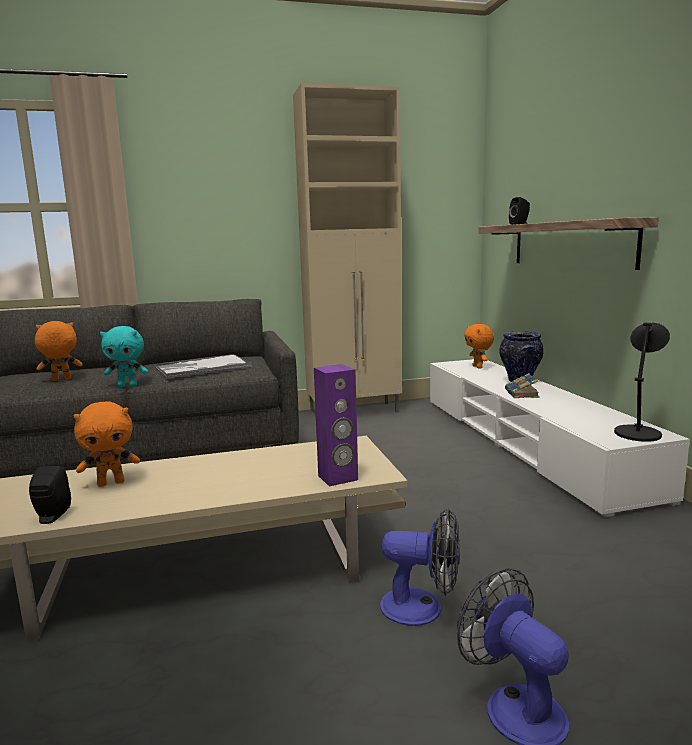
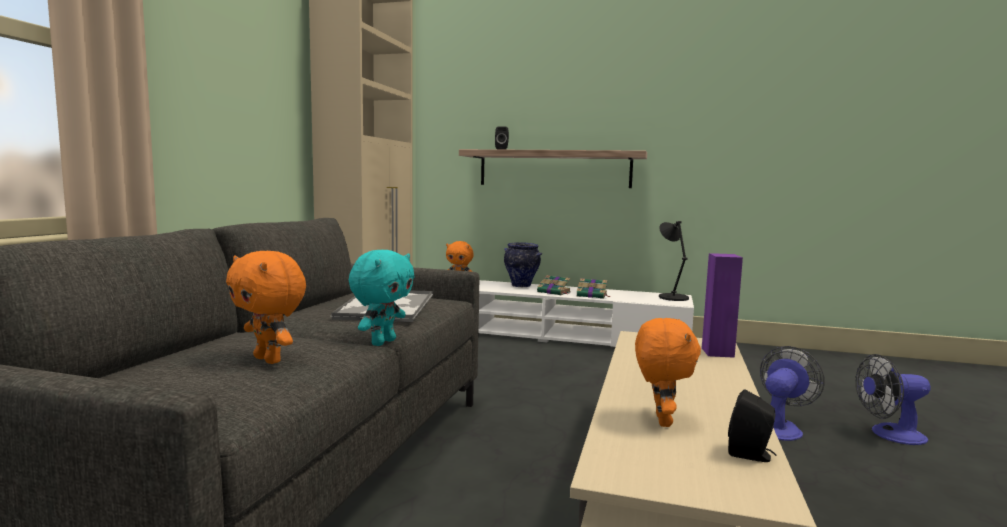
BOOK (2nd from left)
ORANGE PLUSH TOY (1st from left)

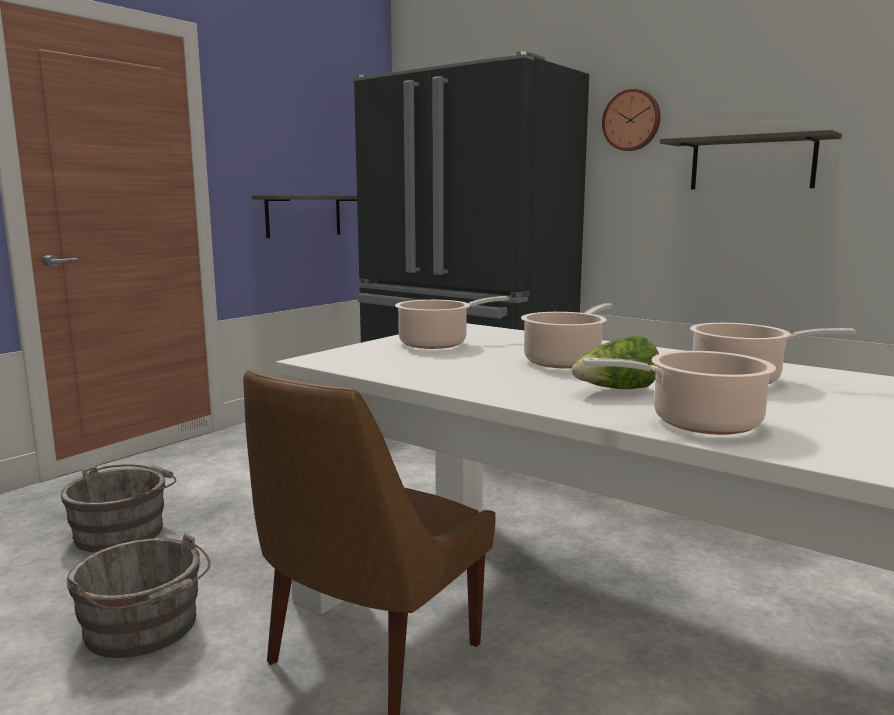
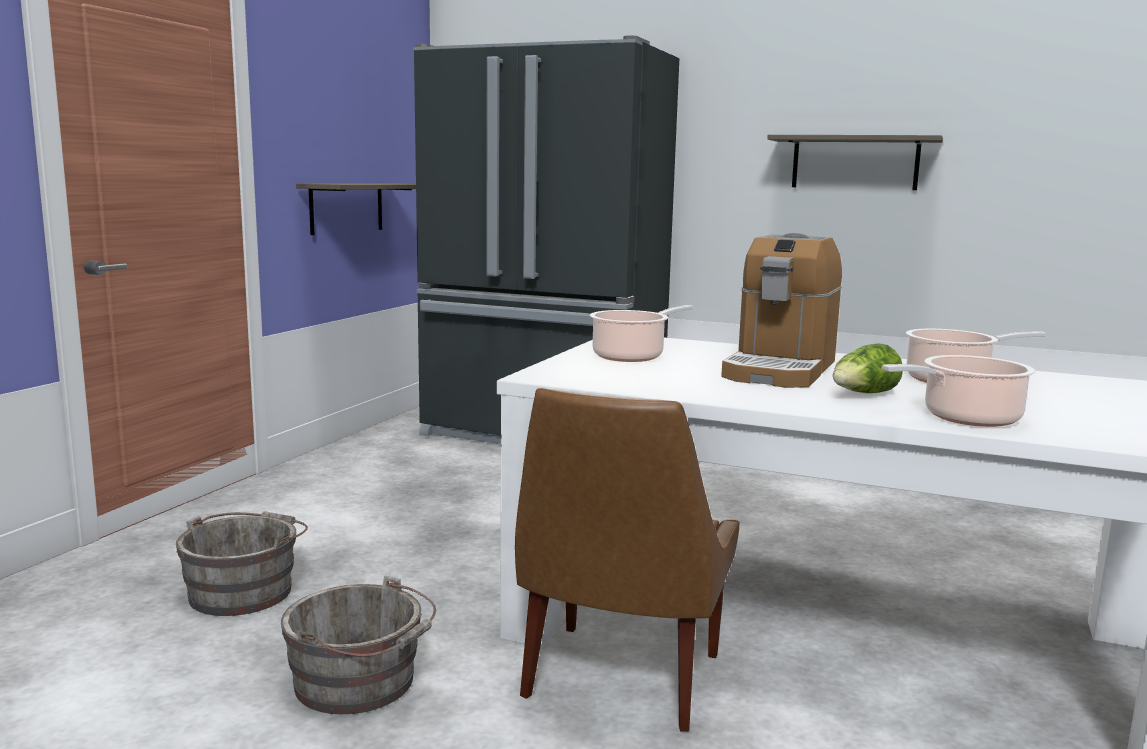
WALL CLOCK
COFFEE MACHINE

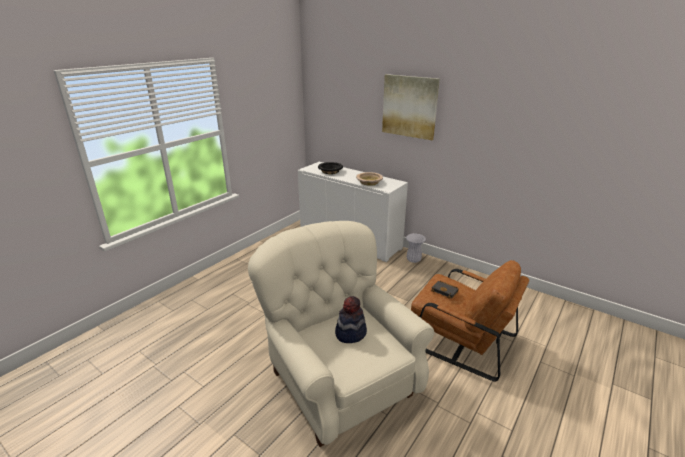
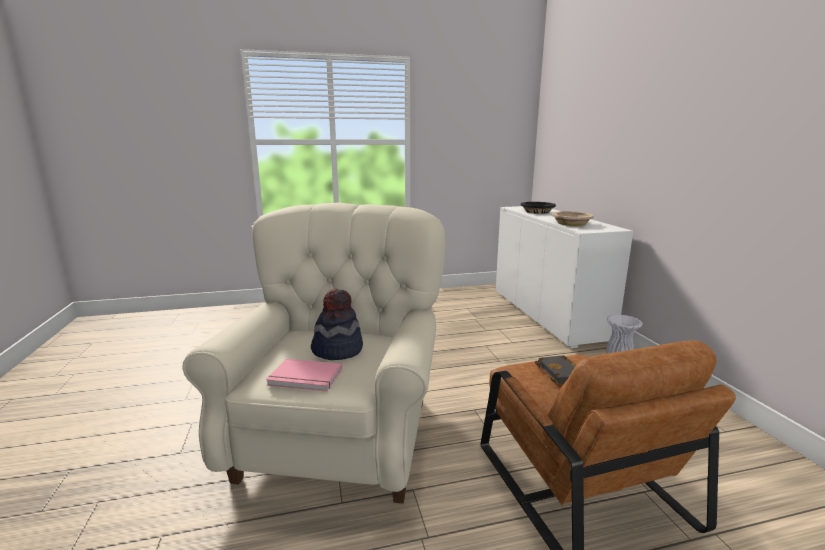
PICTURE
PINK BOOK

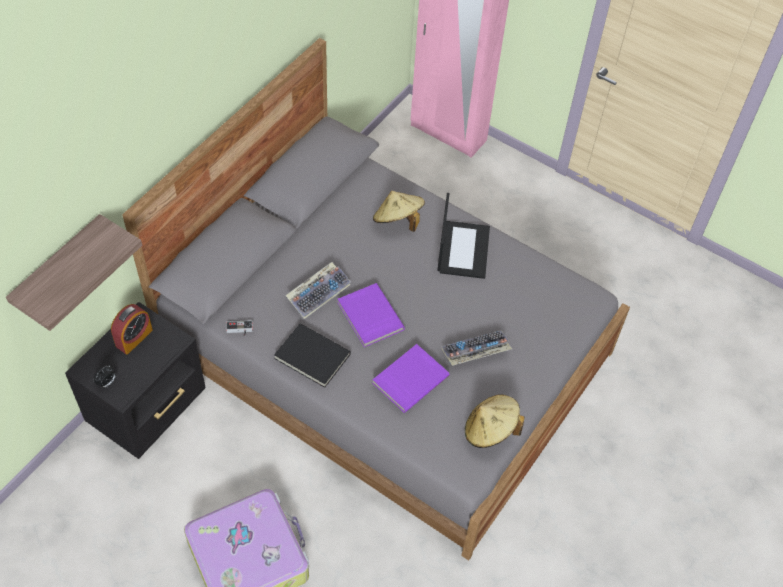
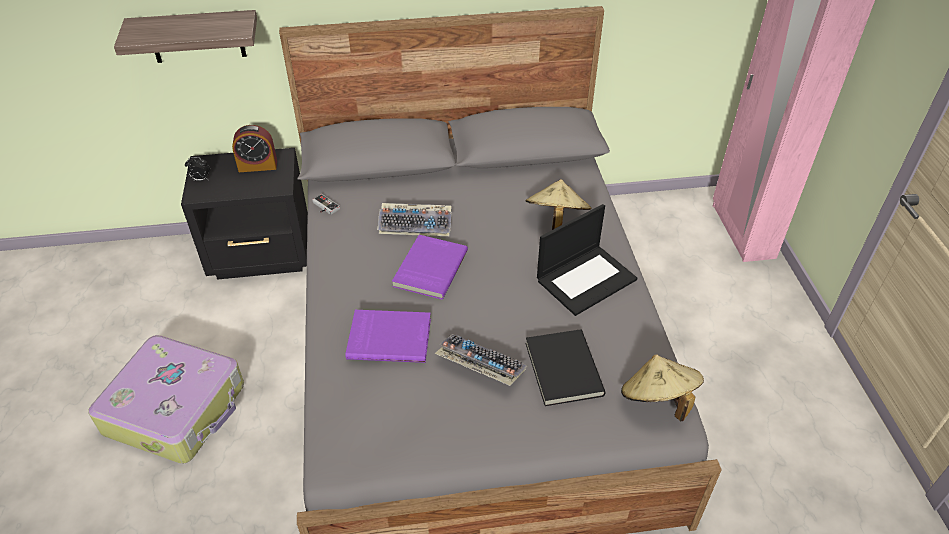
BLACK BOOK
BEIGE HAT (2nd from left)

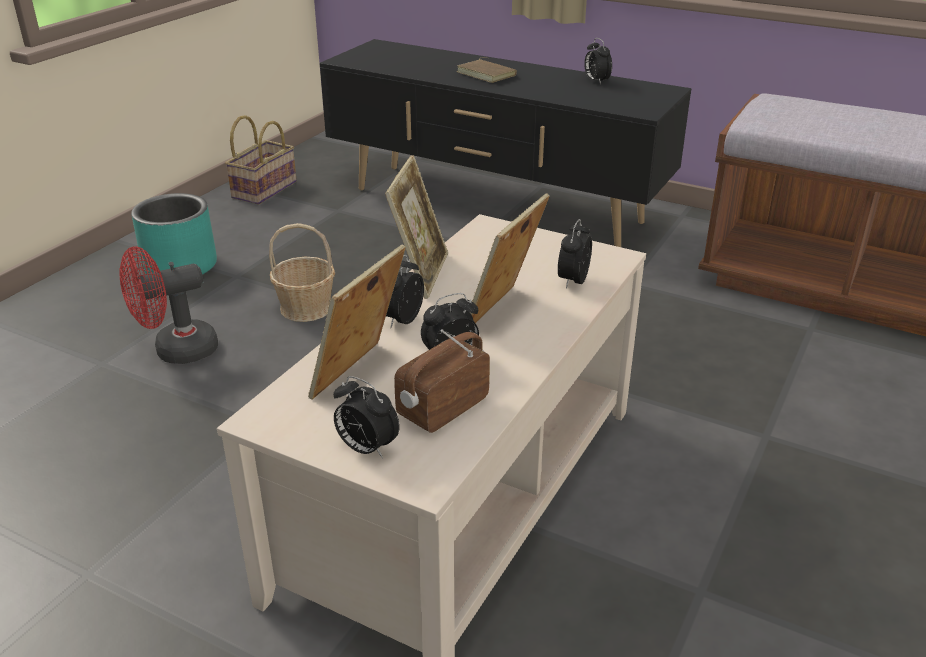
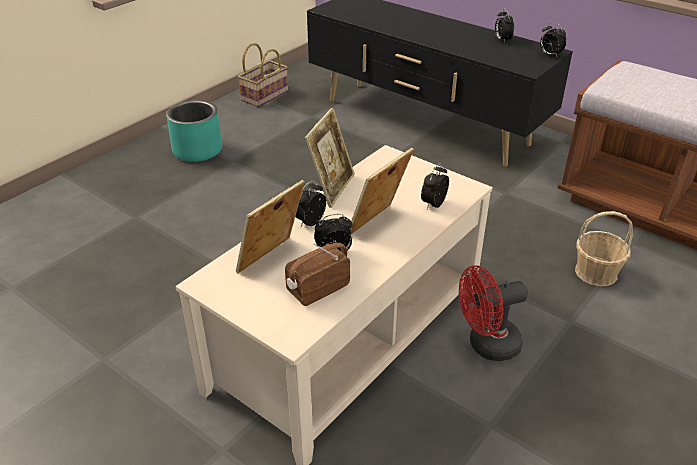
BROWN BOOK
RED FAN
BASKET (2nd from left)
ALARM CLOCK (5th from left)

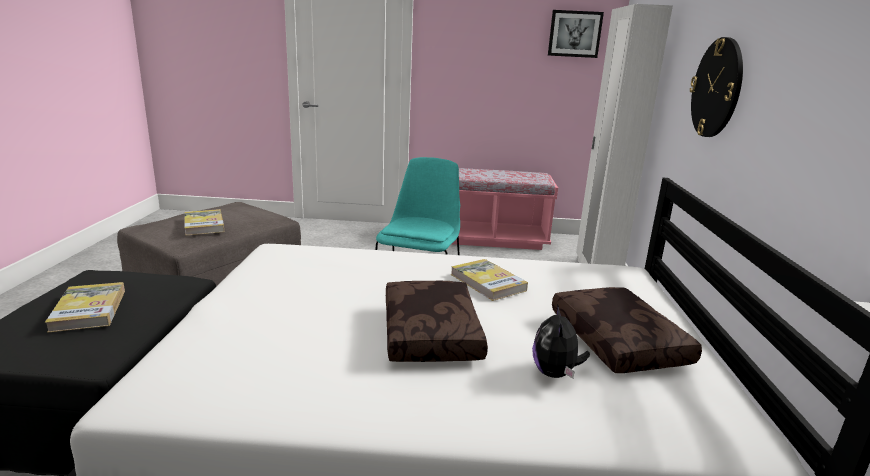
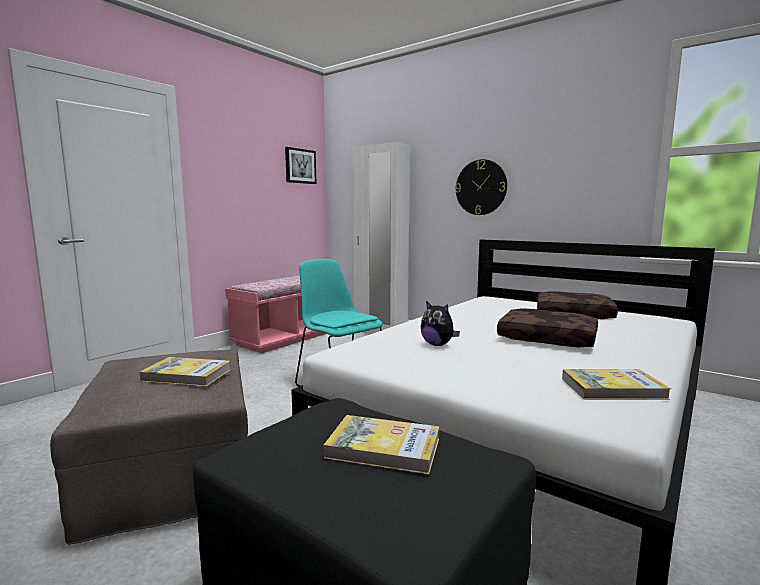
BOOK (3rd from left)
PLUSH TOY

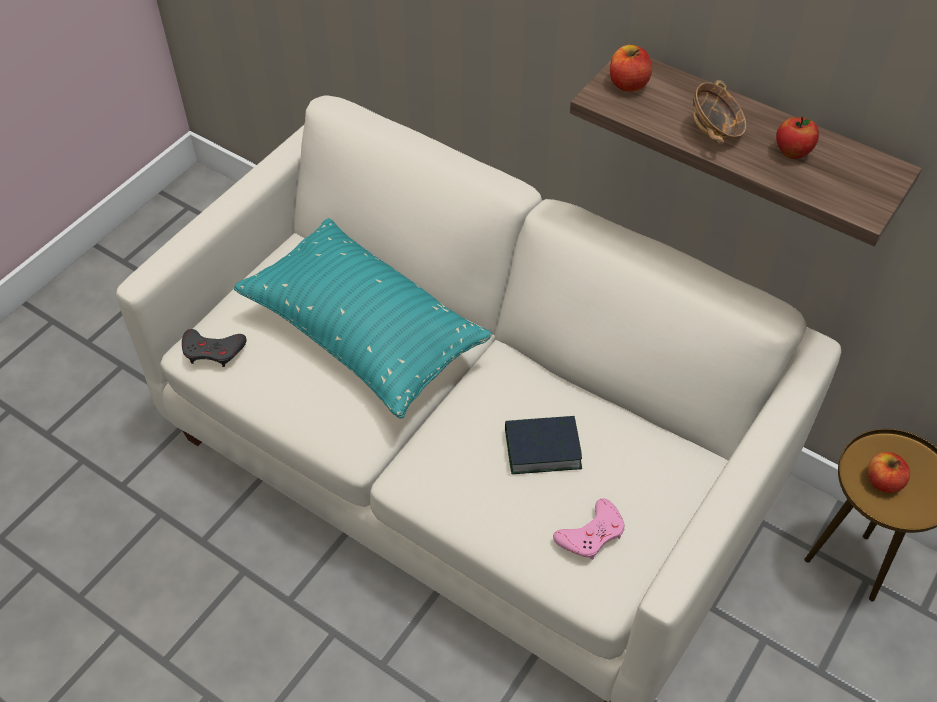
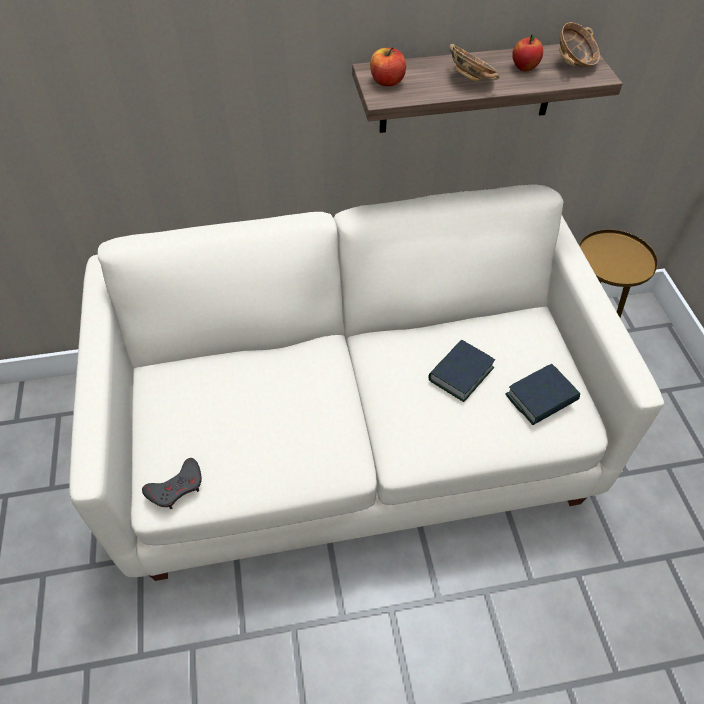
TURQUOISE PILLOW
APPLE (3rd from left in the first image)
BOWL (2nd from left)
BOOK (2nd from left)

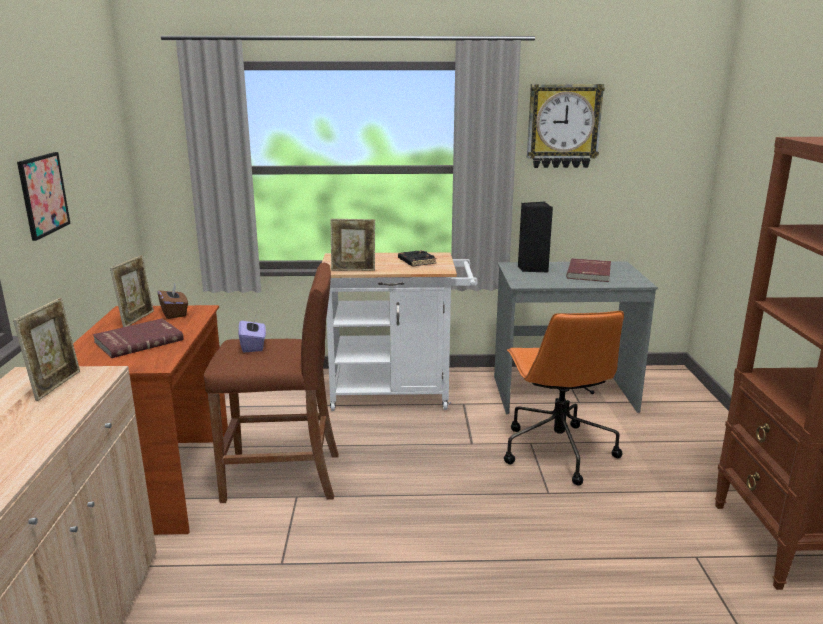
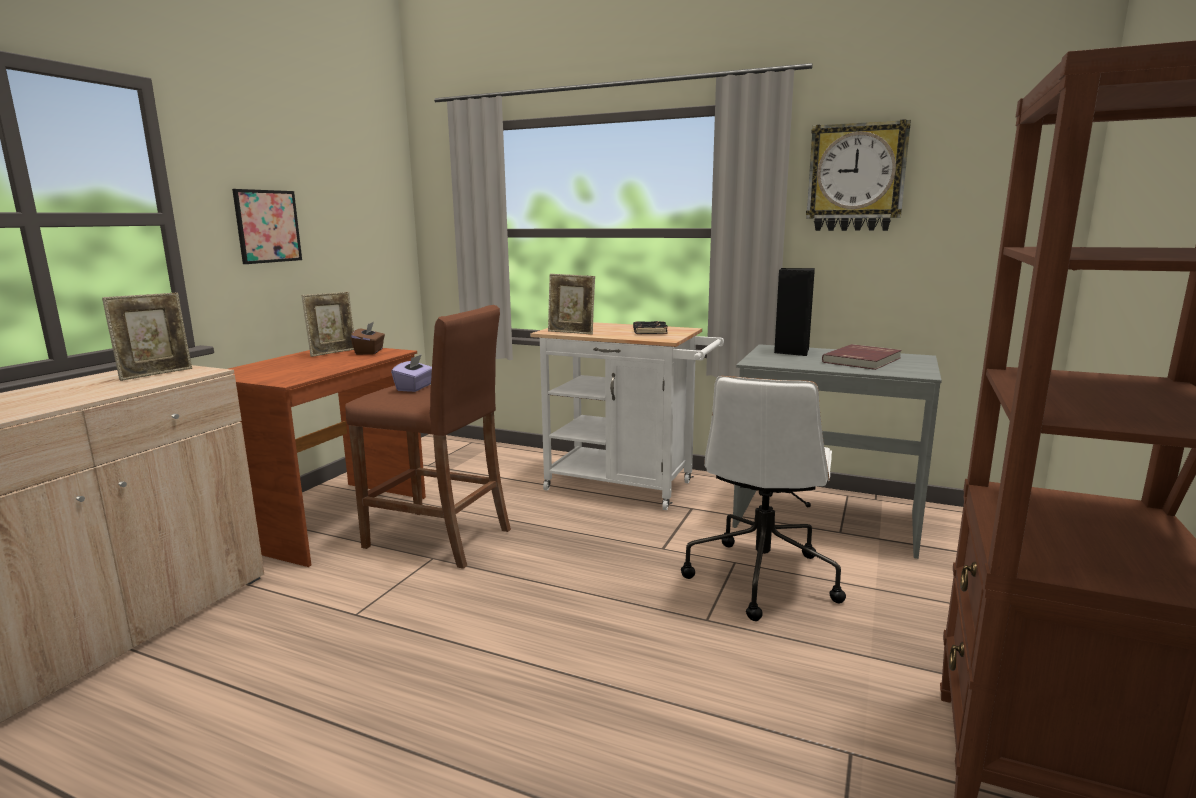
RED BOOK (1st from left in the first image)
WHITE OFFICE CHAIR

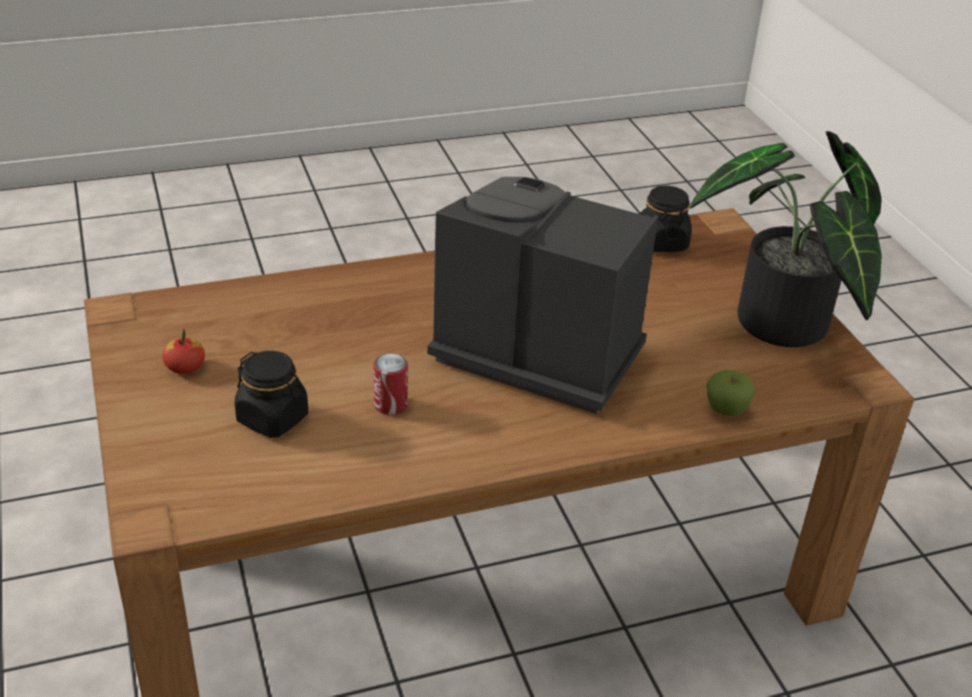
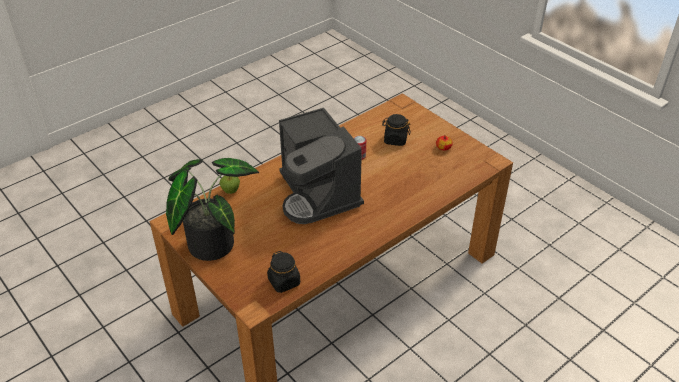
COFFEE MACHINE

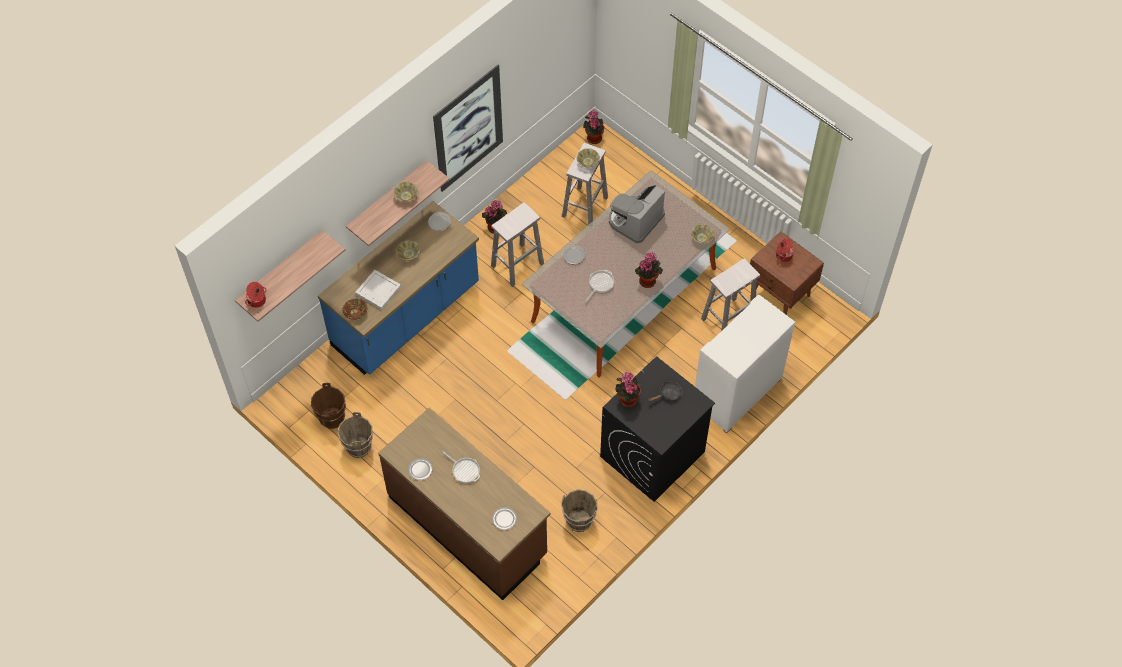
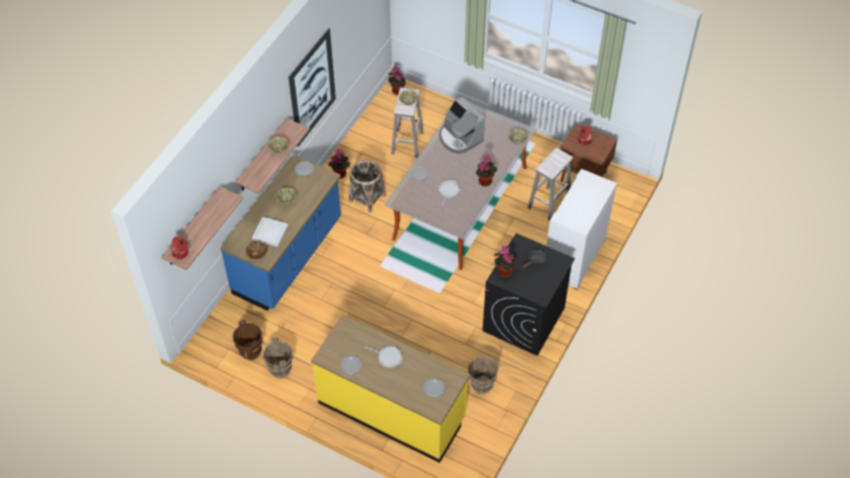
BASKET
YELLOW COUNTER
COFFEE MACHINE

